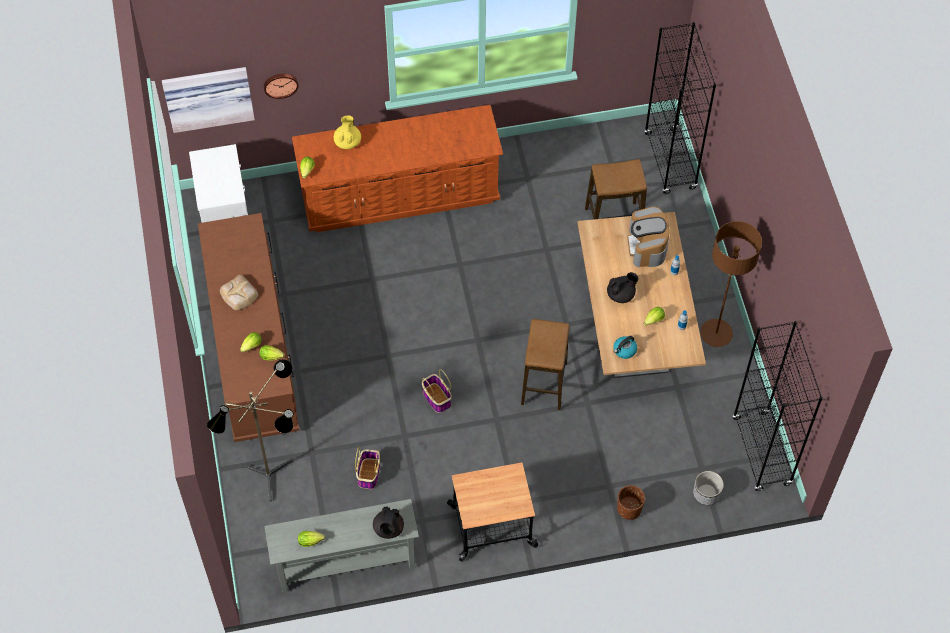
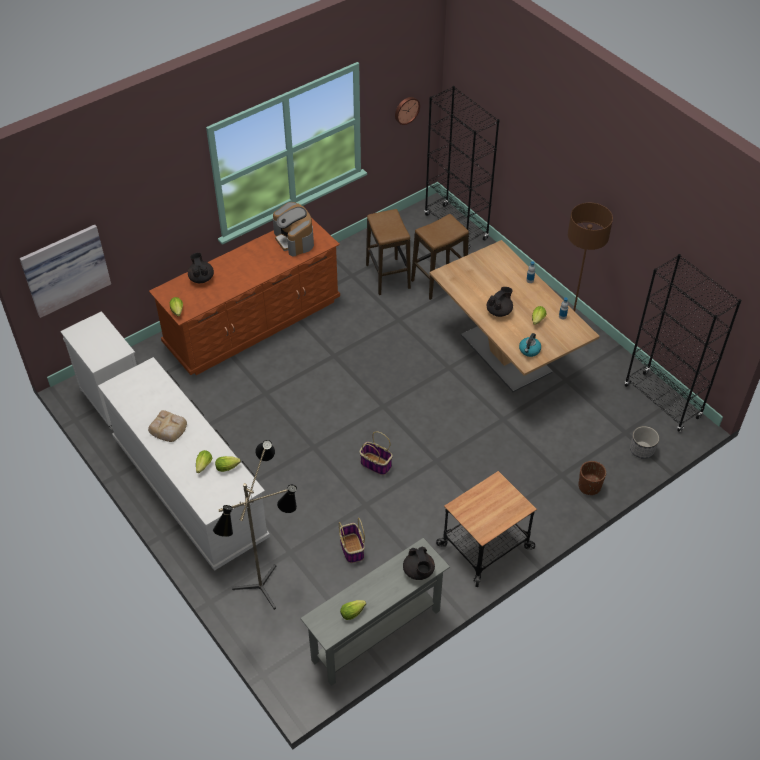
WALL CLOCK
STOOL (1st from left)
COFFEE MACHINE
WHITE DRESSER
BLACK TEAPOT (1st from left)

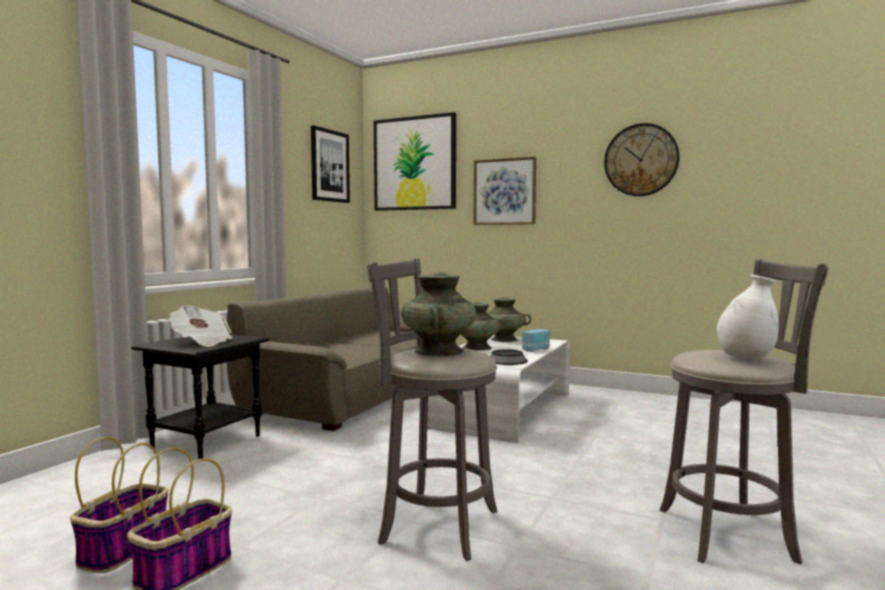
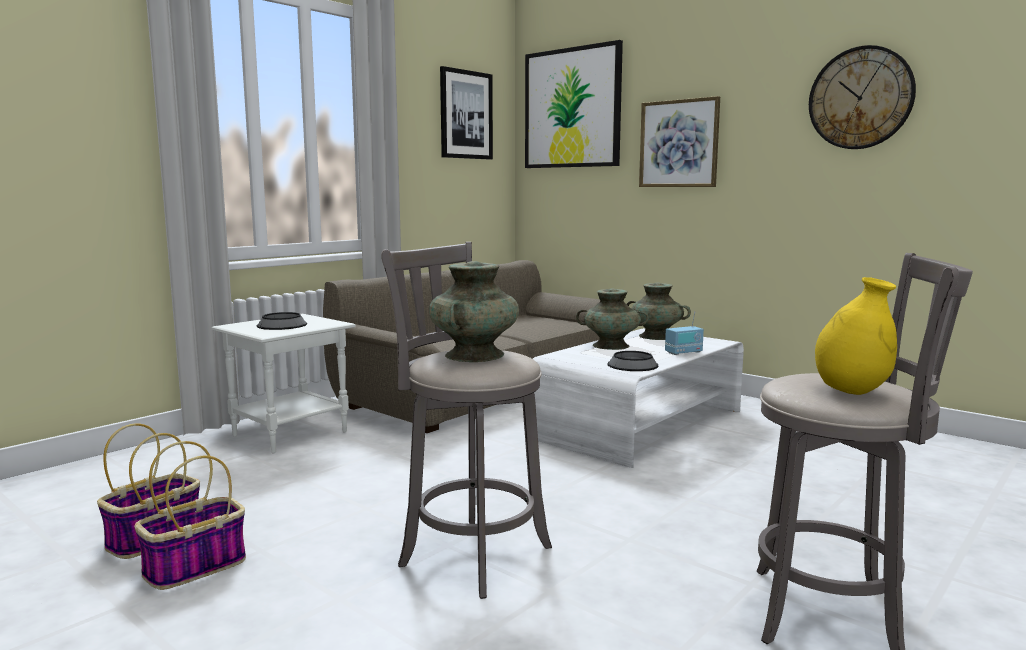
BOWL (1st from left)
WHITE SIDE TABLE
YELLOW VASE

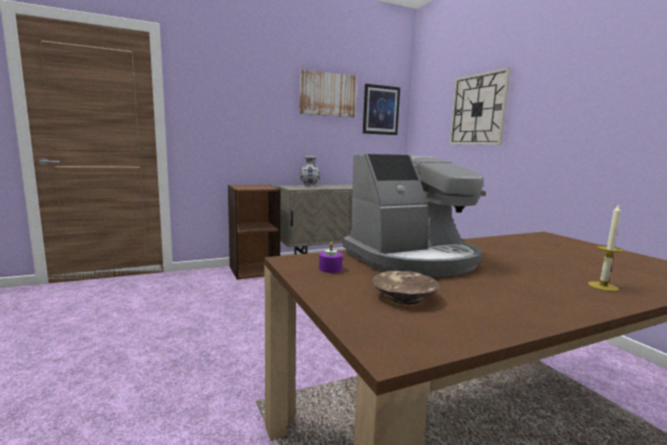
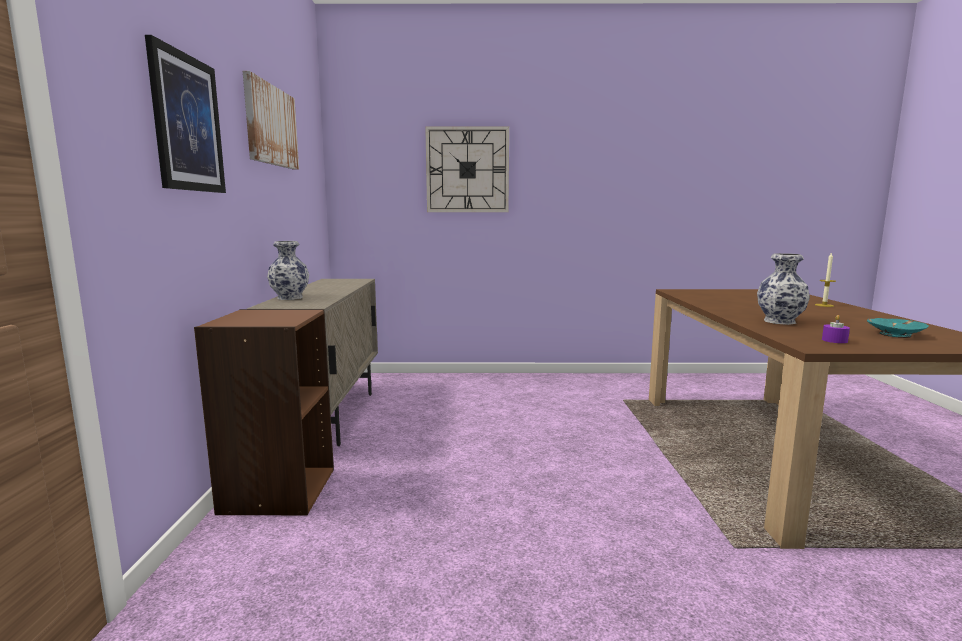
PICTURE (1st from left)
VASE (2nd from left)
TURQUOISE BOWL

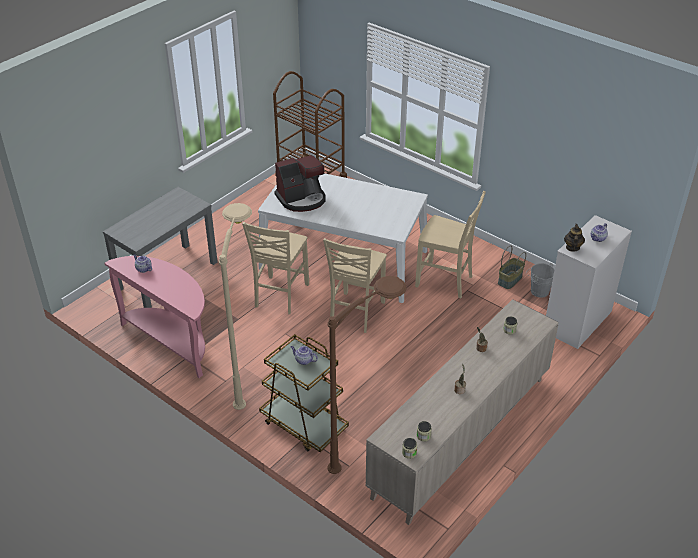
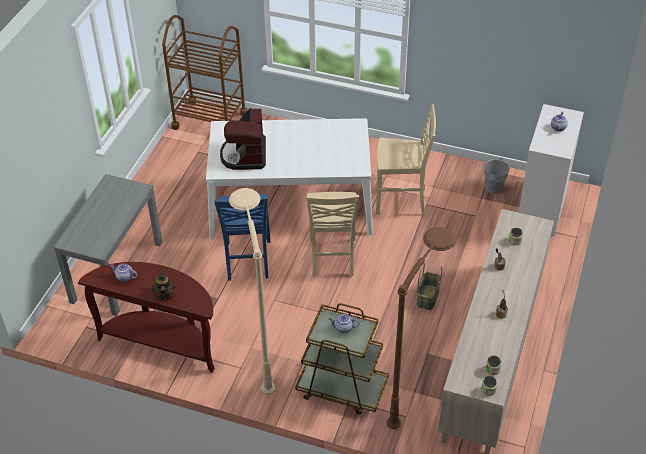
BASKET
TEAPOT (2nd from left)
BROWN CONSOLE TABLE
BLUE CHAIR
COFFEE MACHINE

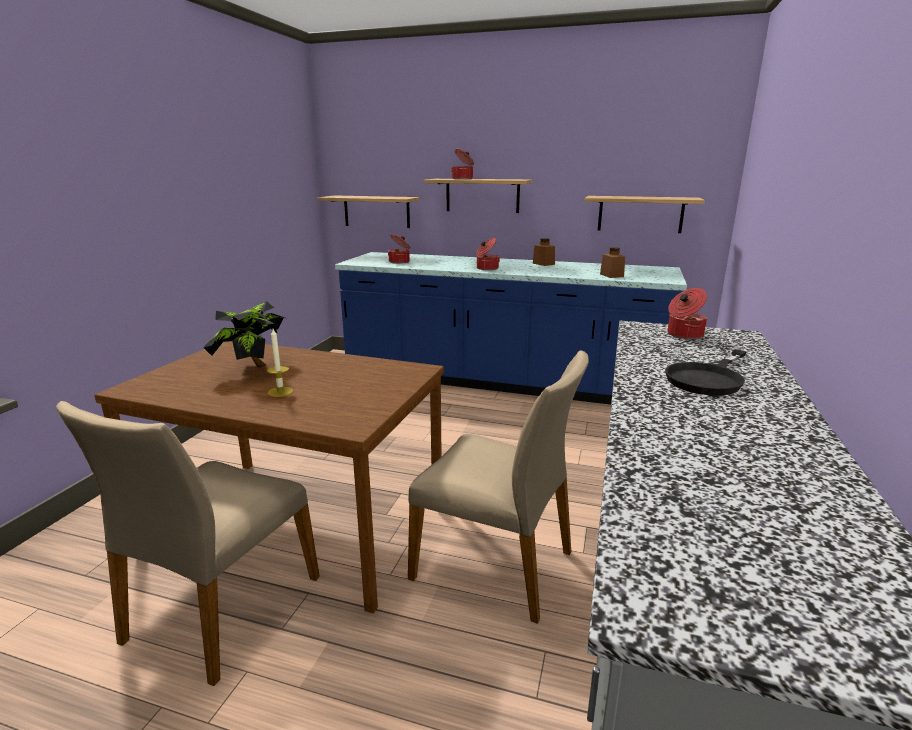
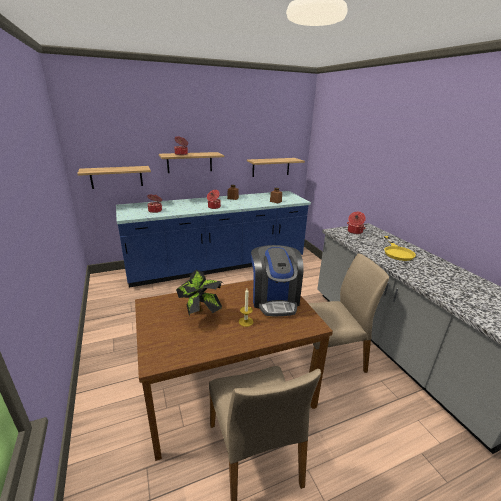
COFFEE MACHINE
YELLOW FRYING PAN

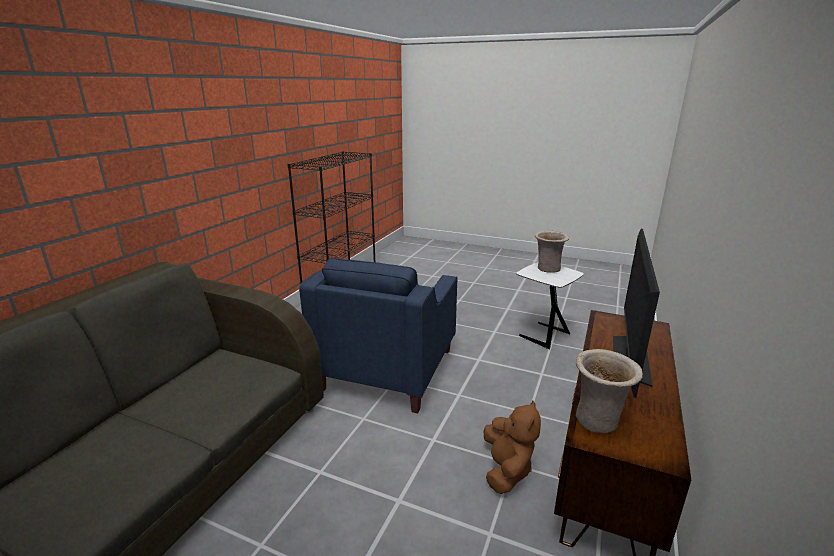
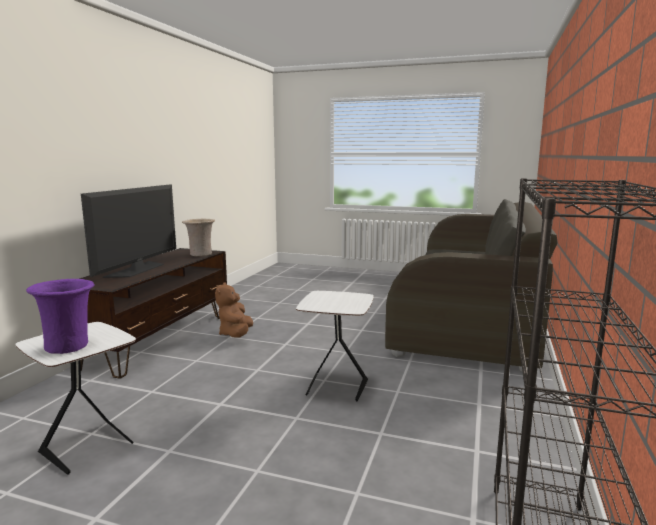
WHITE SIDE TABLE (2nd from left)
PURPLE VASE

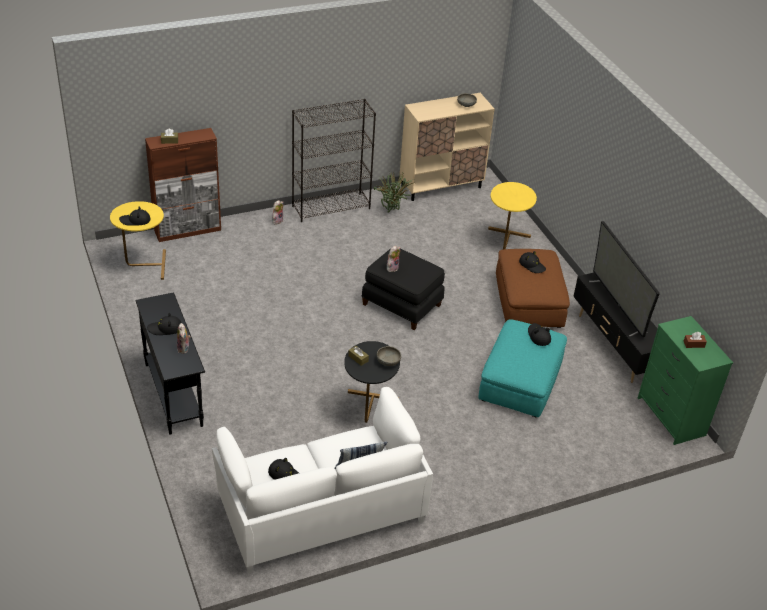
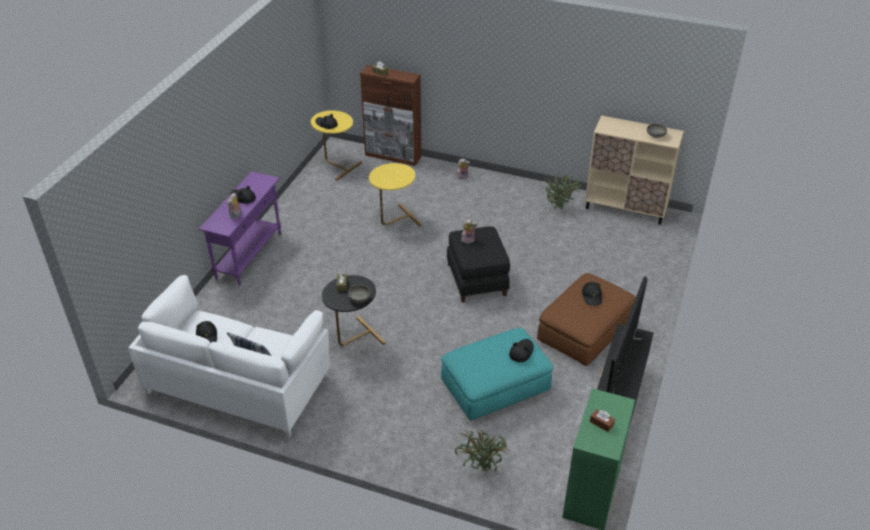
BLACK BOOKCASE
POTTED PLANT (1st from left)
YELLOW SIDE TABLE (2nd from left)
PURPLE CONSOLE TABLE

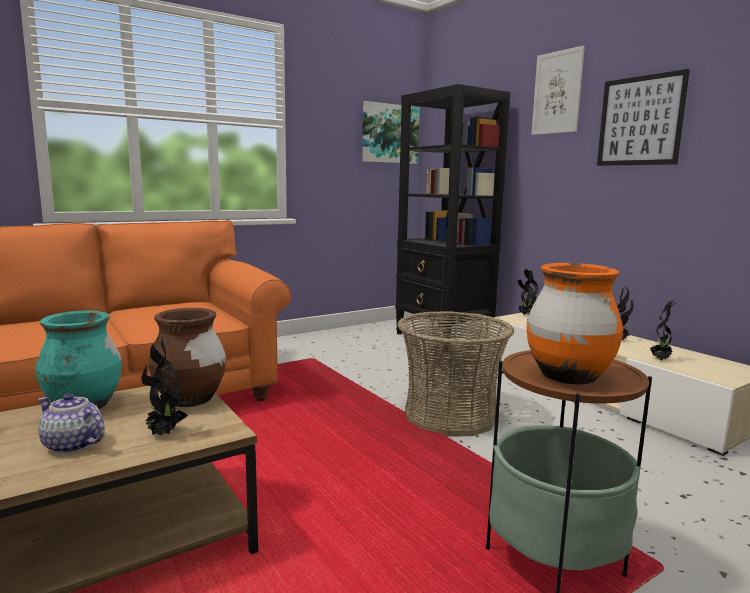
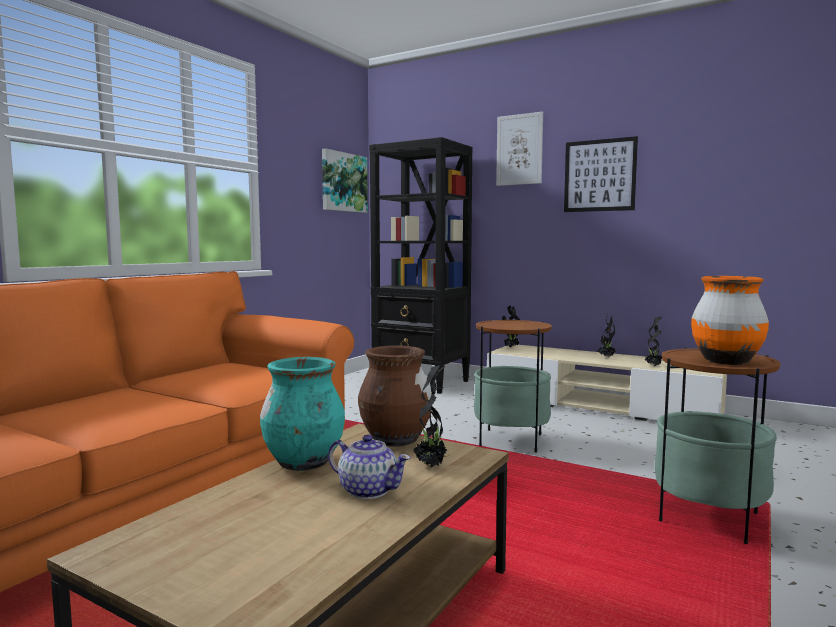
SIDE TABLE (1st from left)
TEAPOT

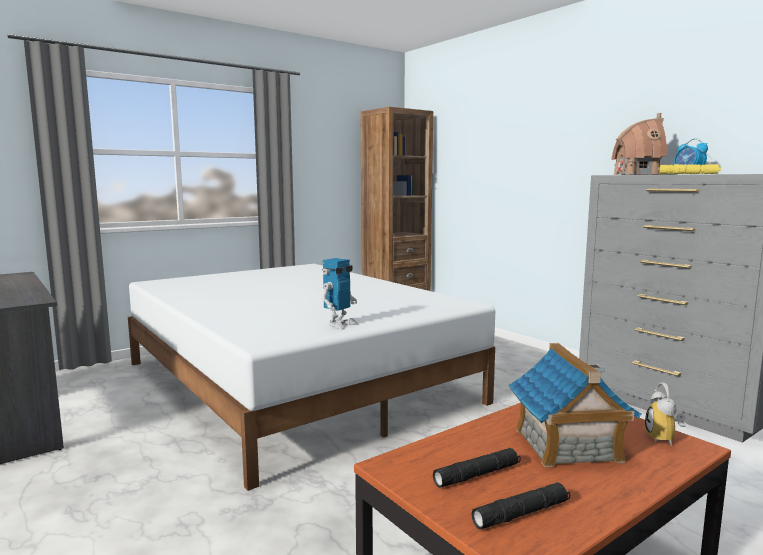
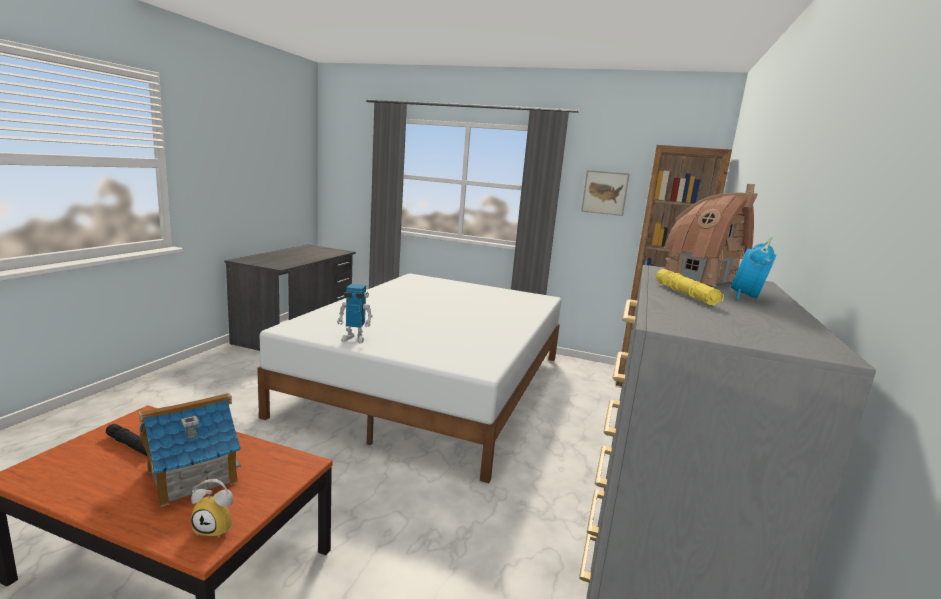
BLACK FLASHLIGHT (2nd from left in the first image)
PICTURE
ALARM CLOCK (1st from left)

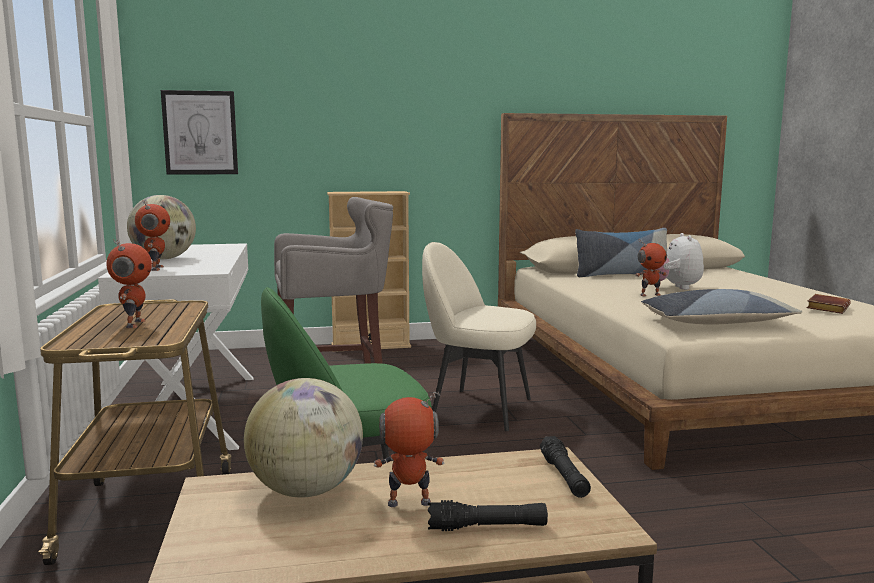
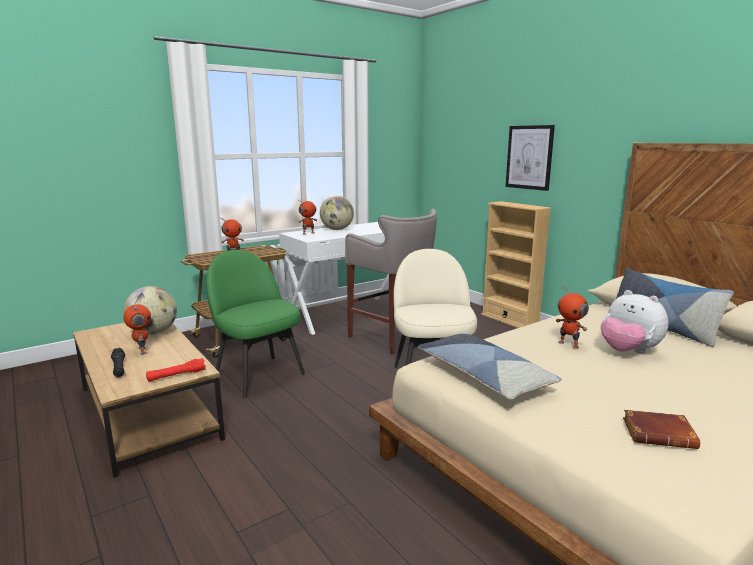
PICTURE
RED FLASHLIGHT
PLUSH TOY

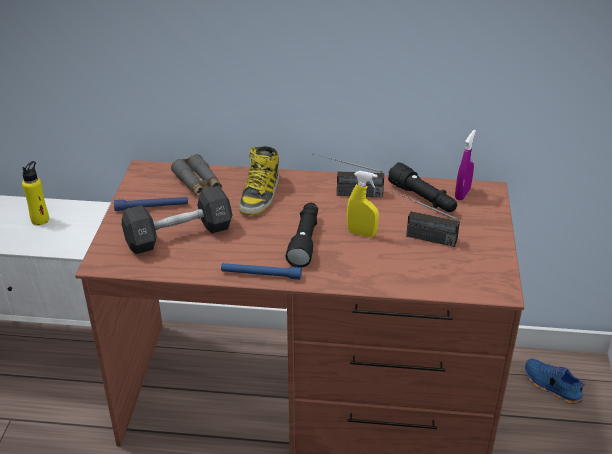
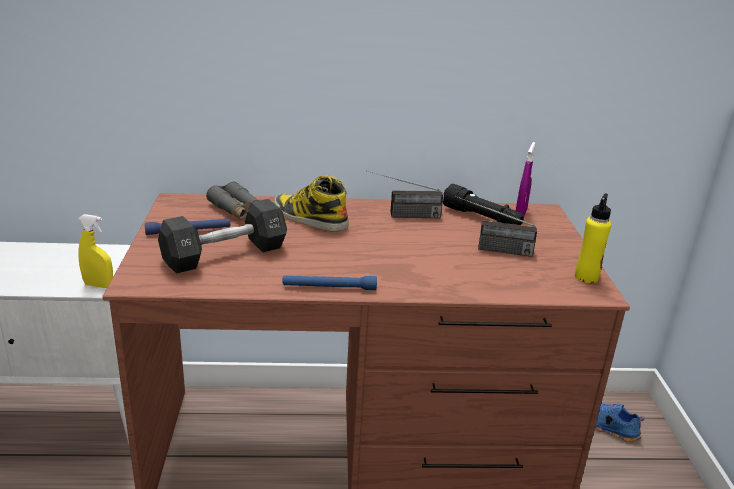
BLACK FLASHLIGHT (1st from left in the first image)
YELLOW BOTTLE
YELLOW SPRAY BOTTLE
BOOT

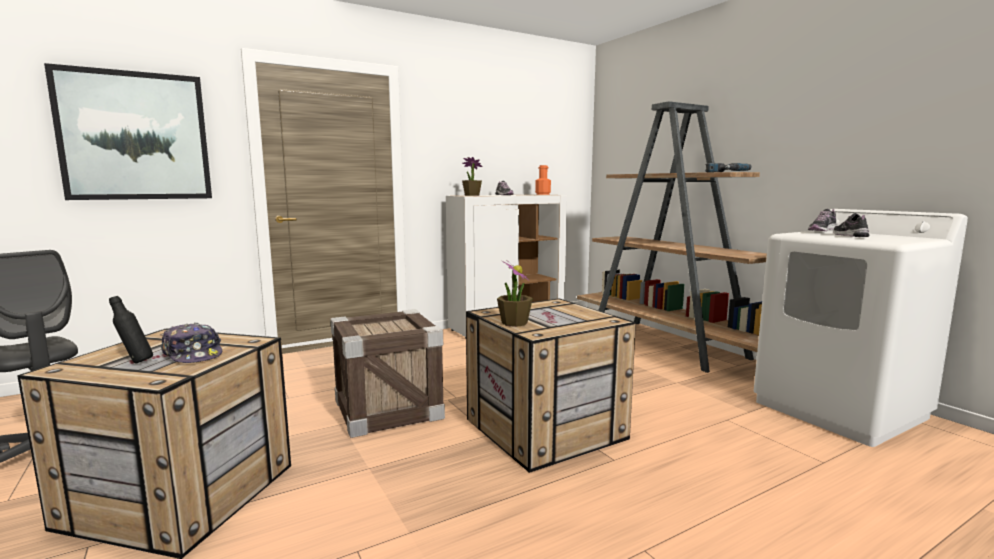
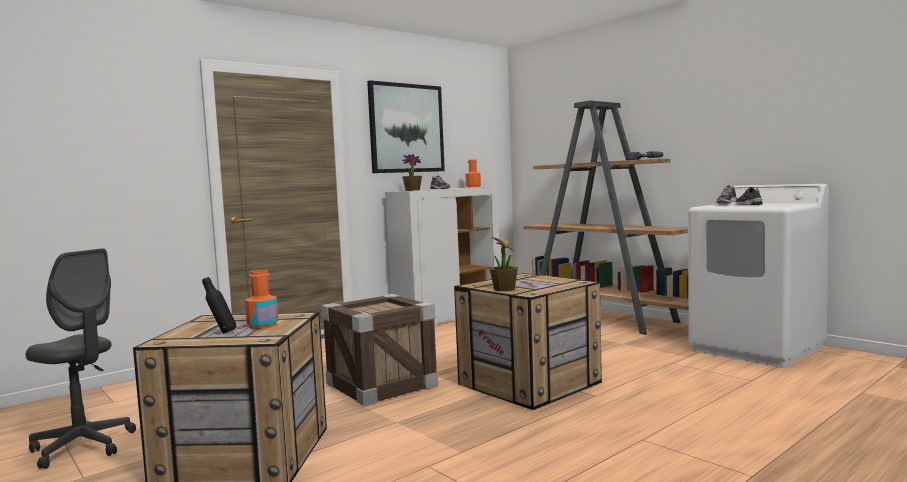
PICTURE
ORANGE BOTTLE (1st from left)

